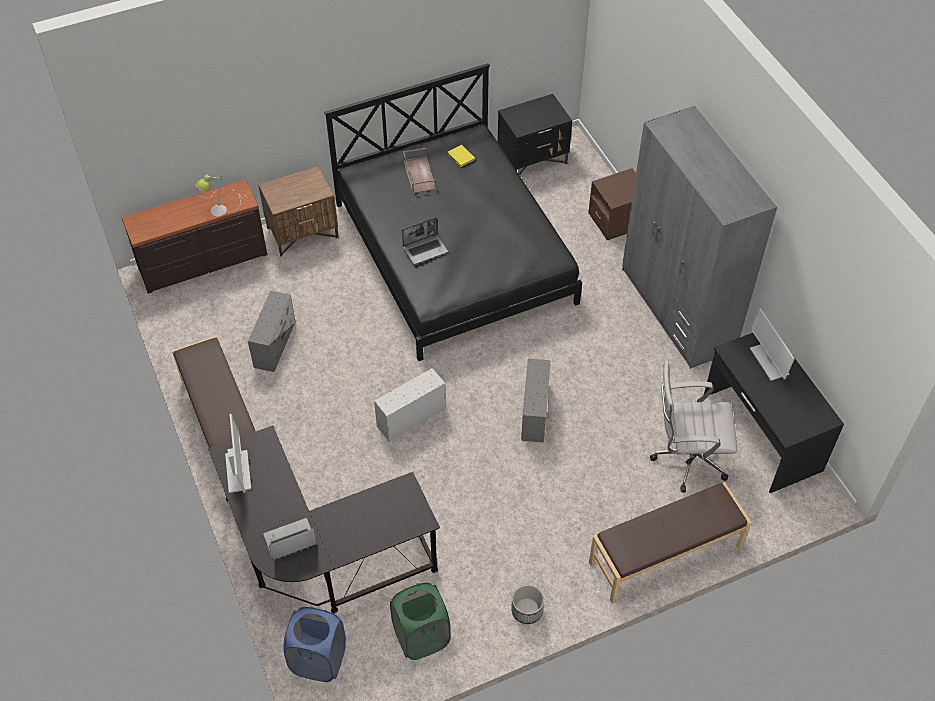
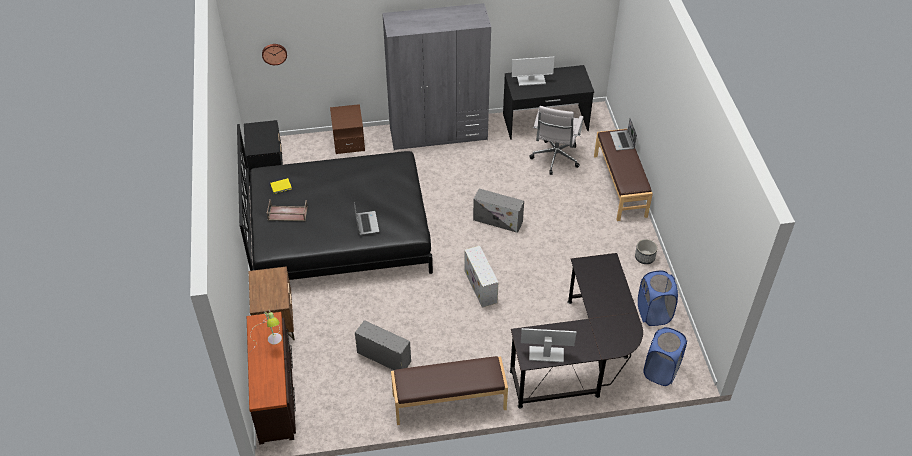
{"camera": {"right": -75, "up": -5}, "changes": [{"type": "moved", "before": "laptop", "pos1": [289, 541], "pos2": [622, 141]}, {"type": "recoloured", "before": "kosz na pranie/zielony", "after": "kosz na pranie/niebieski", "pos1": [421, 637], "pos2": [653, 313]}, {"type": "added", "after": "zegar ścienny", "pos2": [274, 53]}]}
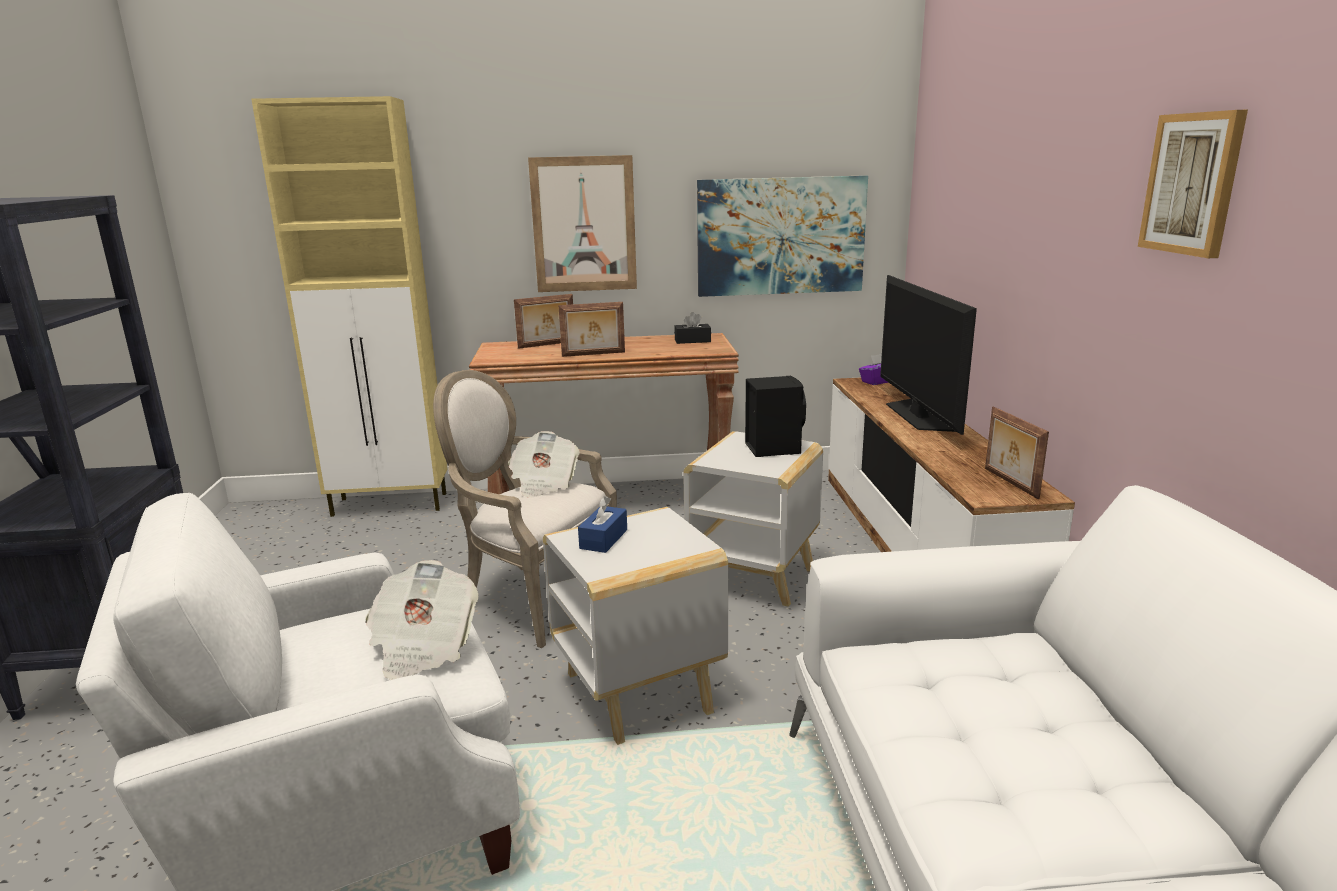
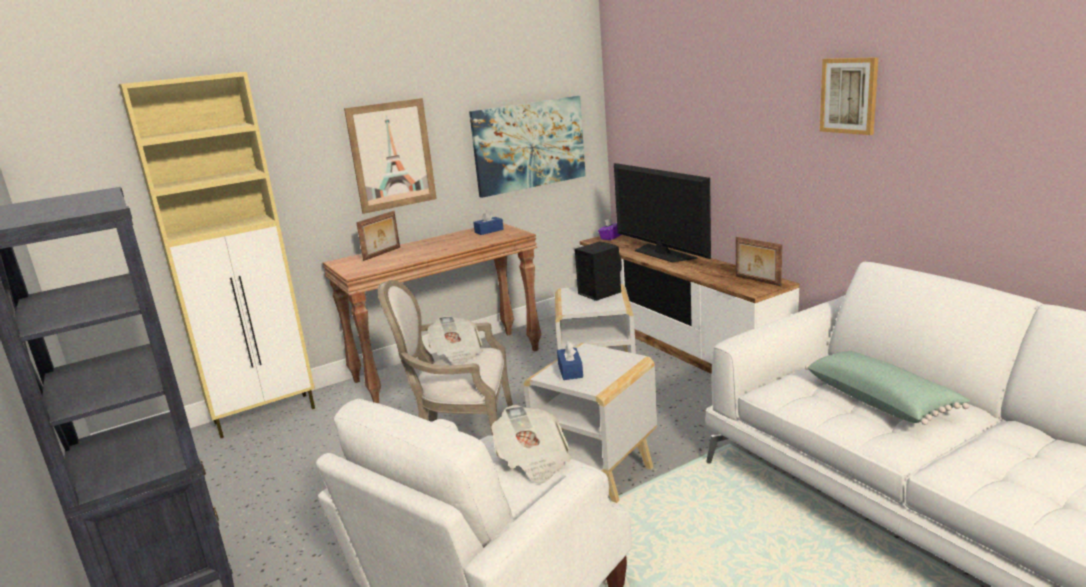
{"camera": {"right": -25, "up": 0}, "changes": [{"type": "removed", "before": "ramka na zdjęcie", "pos1": [593, 354]}, {"type": "recoloured", "before": "pudełko chusteczek/czarny", "after": "pudełko chusteczek/niebieski", "pos1": [692, 341], "pos2": [489, 231]}, {"type": "added", "after": "poduszka/zielony", "pos2": [881, 400]}]}
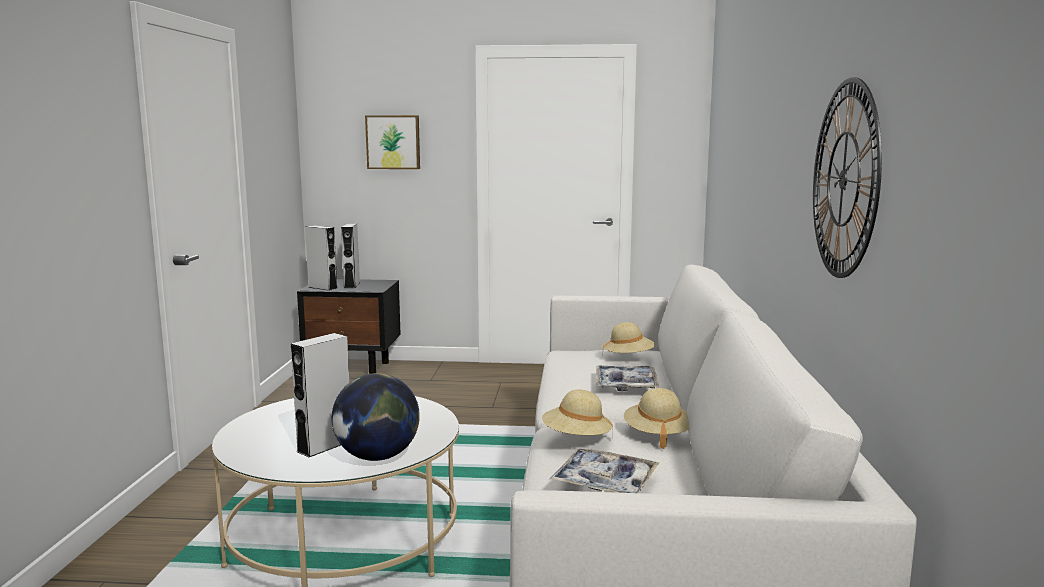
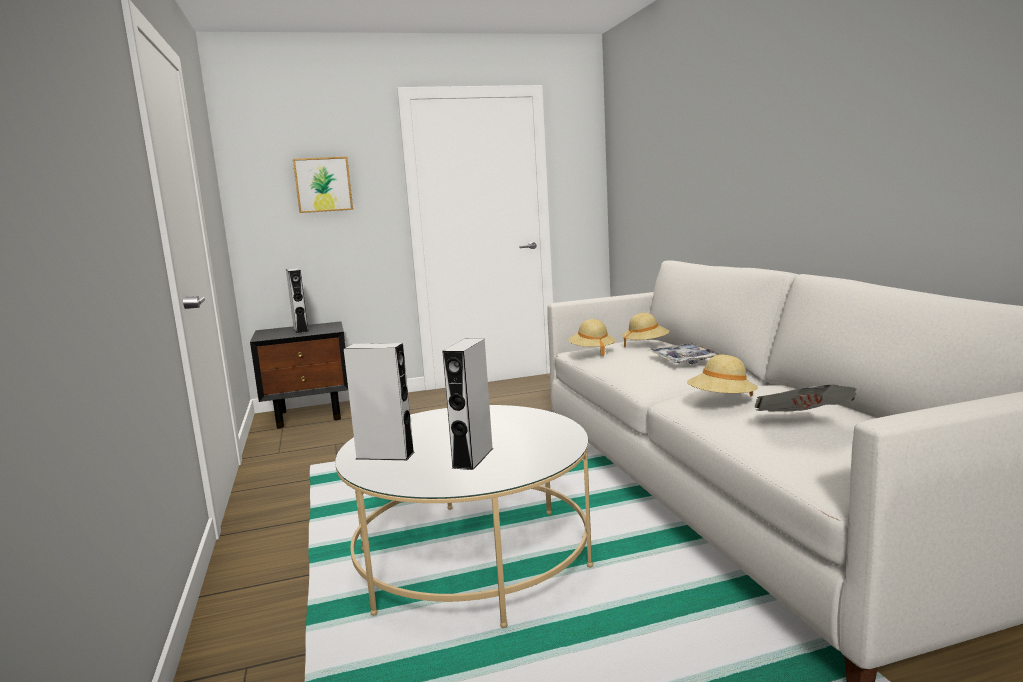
{"camera": {"right": -20, "up": 0}, "changes": [{"type": "moved", "before": "głośnik/szary", "pos1": [322, 288], "pos2": [385, 455]}, {"type": "removed", "before": "globus", "pos1": [377, 457]}, {"type": "replaced", "before": "taca", "after": "gazeta", "pos1": [605, 482], "pos2": [802, 425]}, {"type": "moved", "before": "kapelusz/beżowy", "pos1": [657, 435], "pos2": [591, 351]}, {"type": "removed", "before": "zegar ścienny", "pos1": [844, 179]}]}
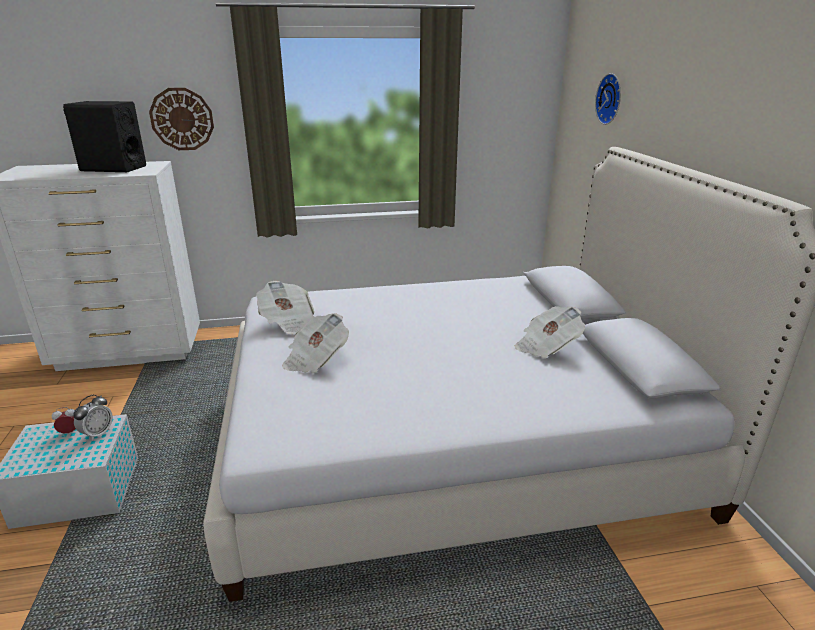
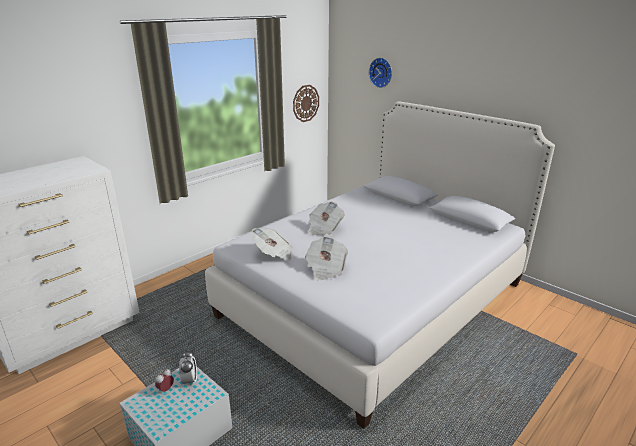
{"camera": {"right": -35, "up": 0}, "changes": [{"type": "removed", "before": "głośnik/czarny", "pos1": [113, 168]}, {"type": "moved", "before": "zegar ścienny", "pos1": [182, 119], "pos2": [305, 103]}, {"type": "moved", "before": "gazeta", "pos1": [546, 347], "pos2": [324, 228]}]}
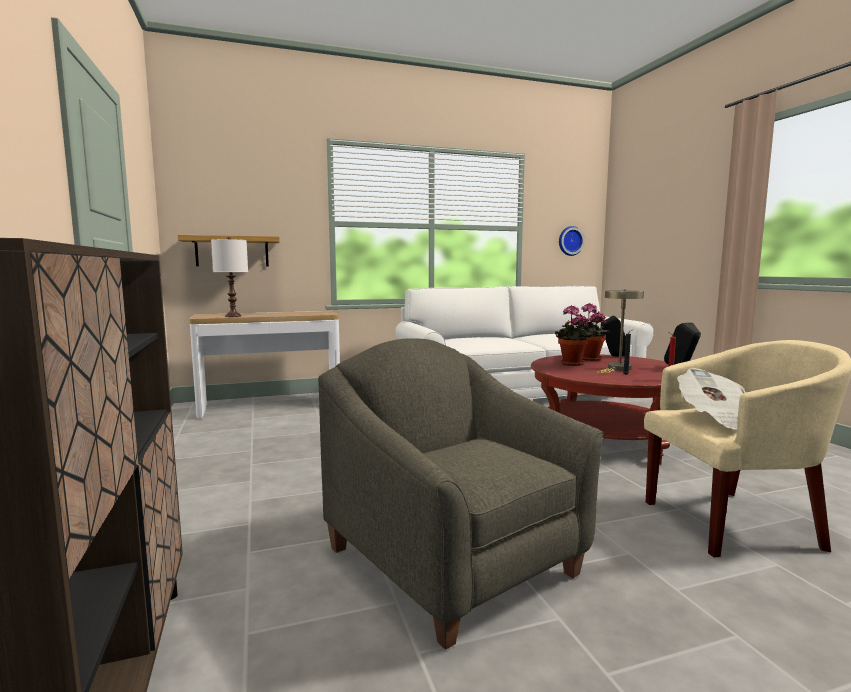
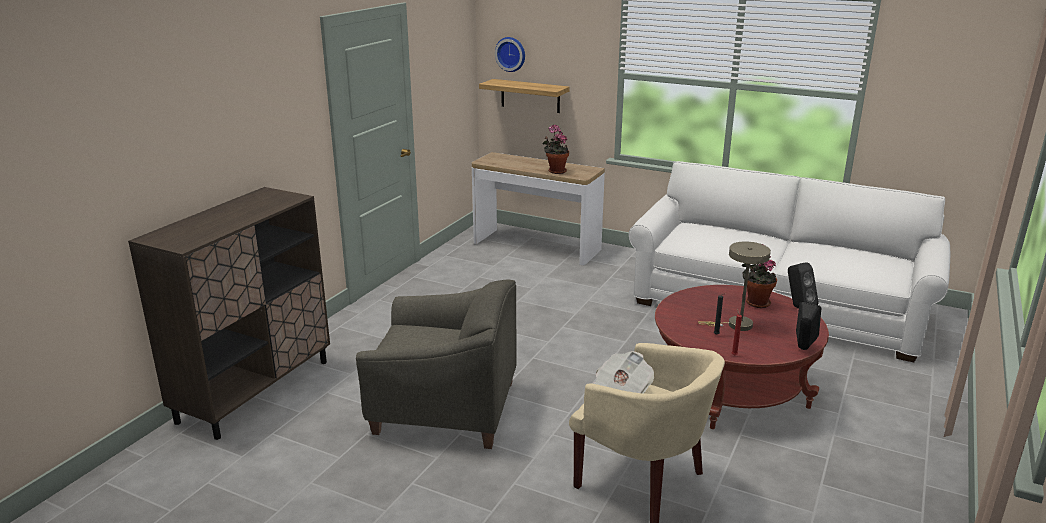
{"camera": {"right": 45, "up": 15}, "changes": [{"type": "removed", "before": "lampa stołowa/biały", "pos1": [233, 316]}, {"type": "turned", "before": "fotel/szary", "pos1": [454, 560], "pos2": [444, 409], "turn": 90}, {"type": "moved", "before": "roślina doniczkowa", "pos1": [570, 364], "pos2": [555, 171]}, {"type": "moved", "before": "zegar ścienny", "pos1": [570, 241], "pos2": [511, 54]}]}
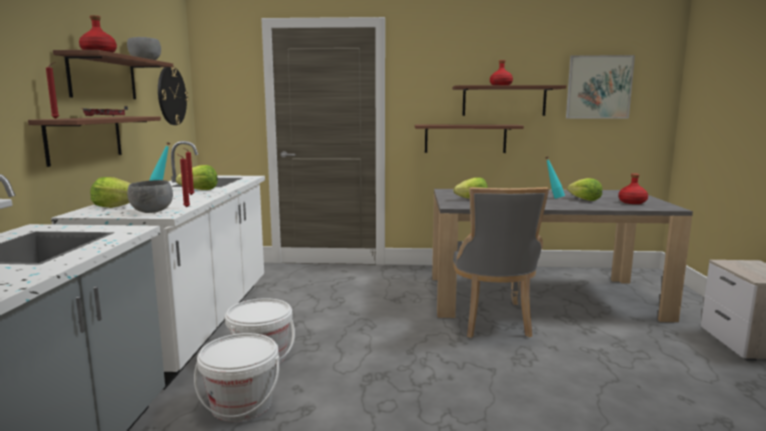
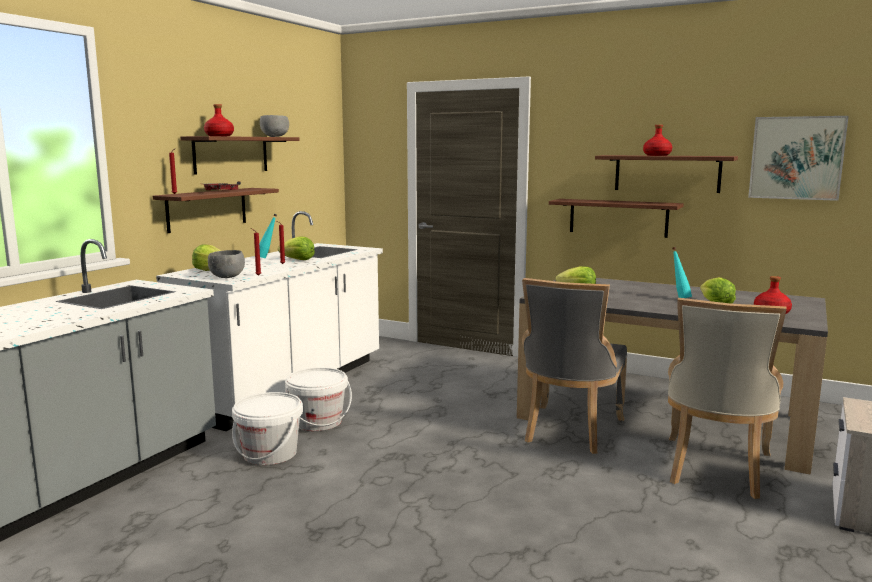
{"camera": {"right": 25, "up": 0}, "changes": [{"type": "removed", "before": "zegar ścienny", "pos1": [171, 95]}, {"type": "added", "after": "krzesło/beżowy", "pos2": [715, 469]}]}
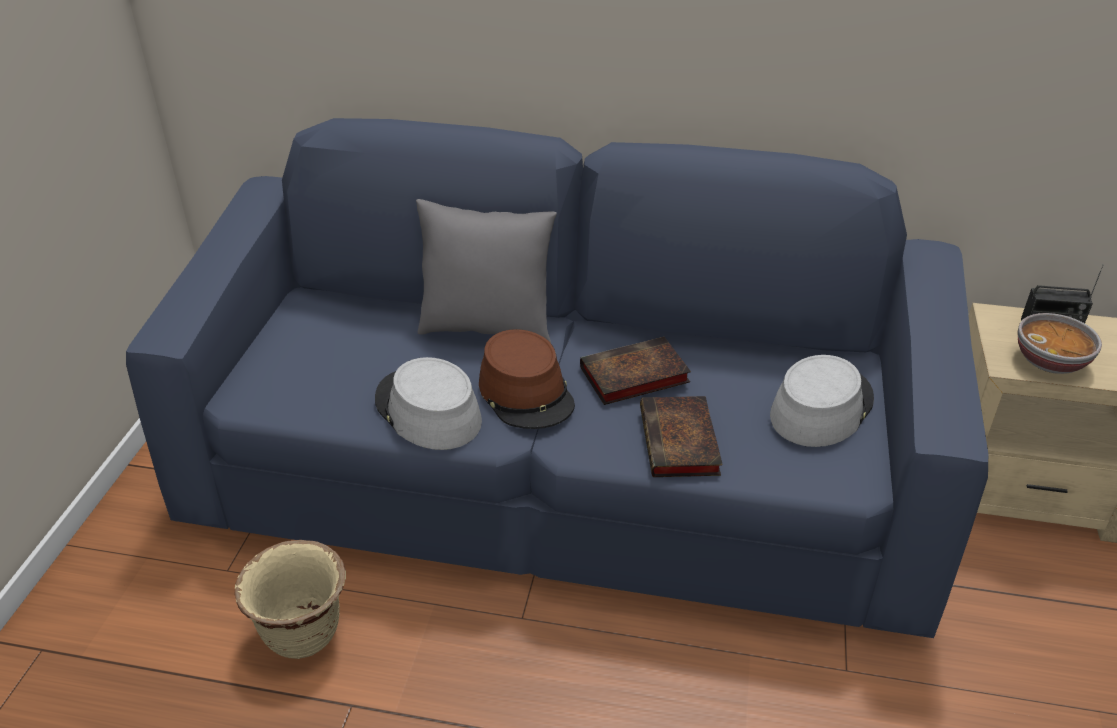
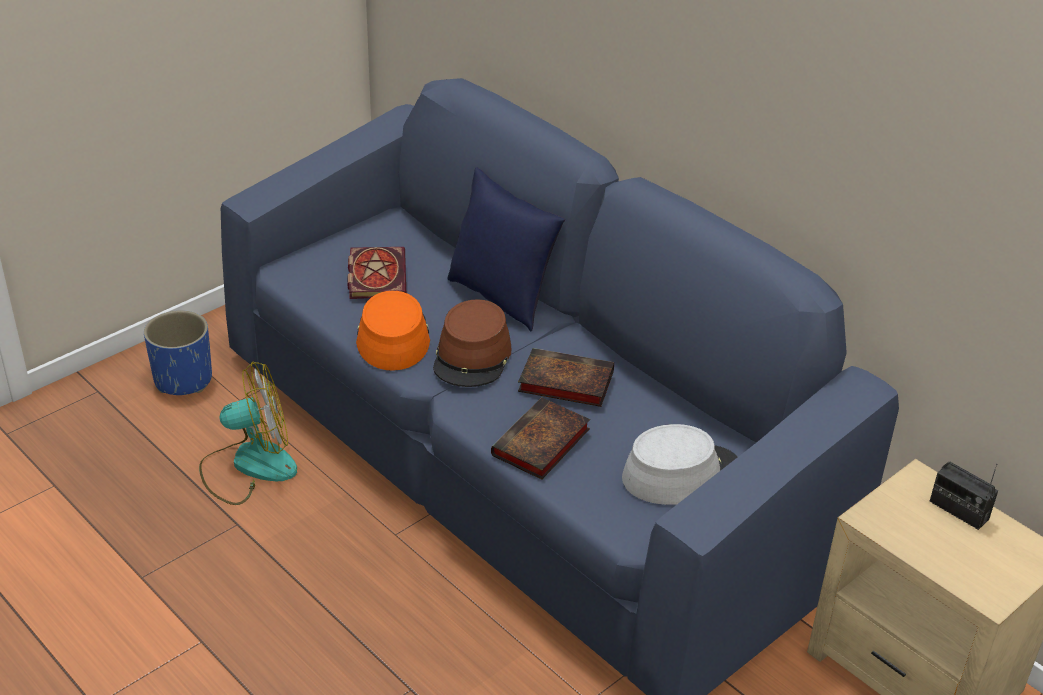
{"camera": {"right": 35, "up": 0}, "changes": [{"type": "replaced", "before": "donica/beżowy", "after": "wentylator", "pos1": [303, 634], "pos2": [249, 465]}, {"type": "recoloured", "before": "kapelusz/szary", "after": "kapelusz/pomarańczowy", "pos1": [427, 411], "pos2": [392, 336]}, {"type": "recoloured", "before": "poduszka/szary", "after": "poduszka/niebieski", "pos1": [487, 327], "pos2": [501, 297]}, {"type": "removed", "before": "miska", "pos1": [1050, 361]}, {"type": "added", "after": "donica/niebieski", "pos2": [183, 380]}, {"type": "added", "after": "książka", "pos2": [375, 275]}]}
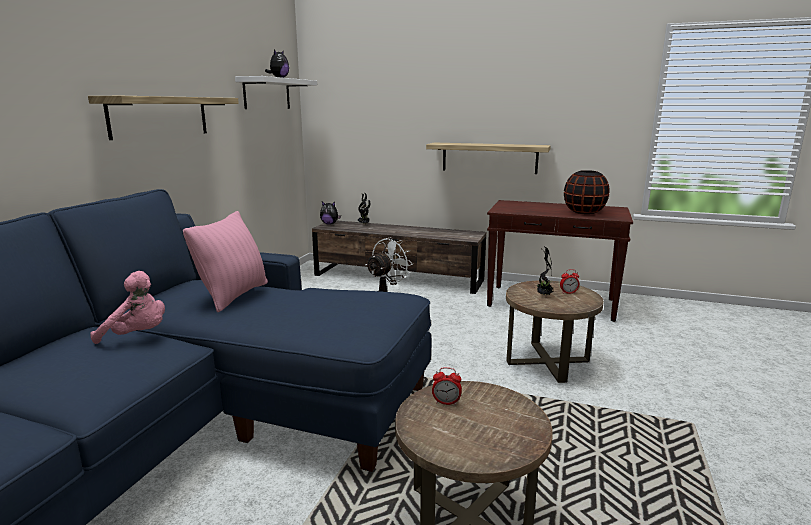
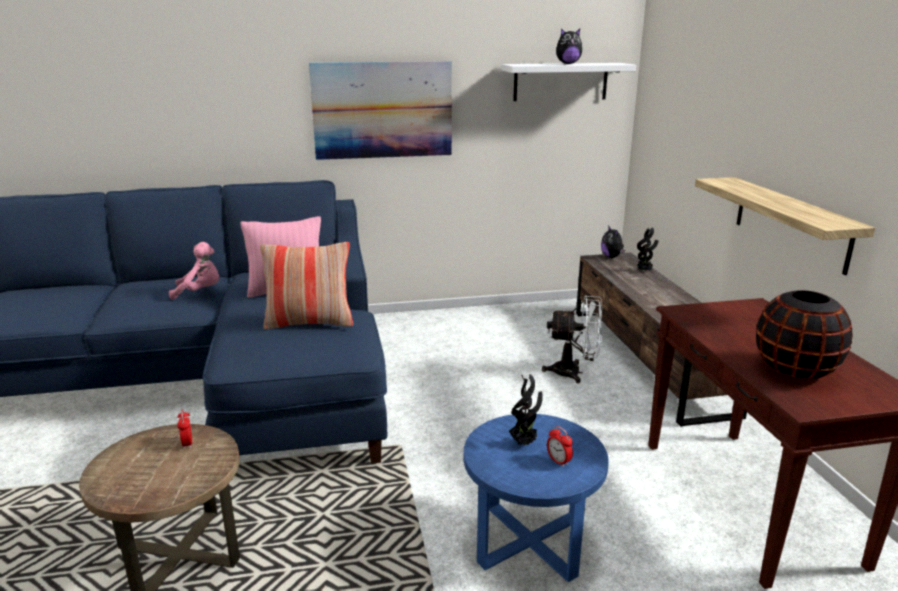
{"camera": {"right": 60, "up": 5}, "changes": [{"type": "replaced", "before": "półka", "after": "obraz", "pos1": [160, 116], "pos2": [382, 110]}, {"type": "turned", "before": "pluszak/różowy", "pos1": [138, 336], "pos2": [200, 292], "turn": -75}, {"type": "recoloured", "before": "stolik/brązowy", "after": "stolik/niebieski", "pos1": [547, 361], "pos2": [530, 540]}, {"type": "added", "after": "poduszka", "pos2": [309, 323]}]}
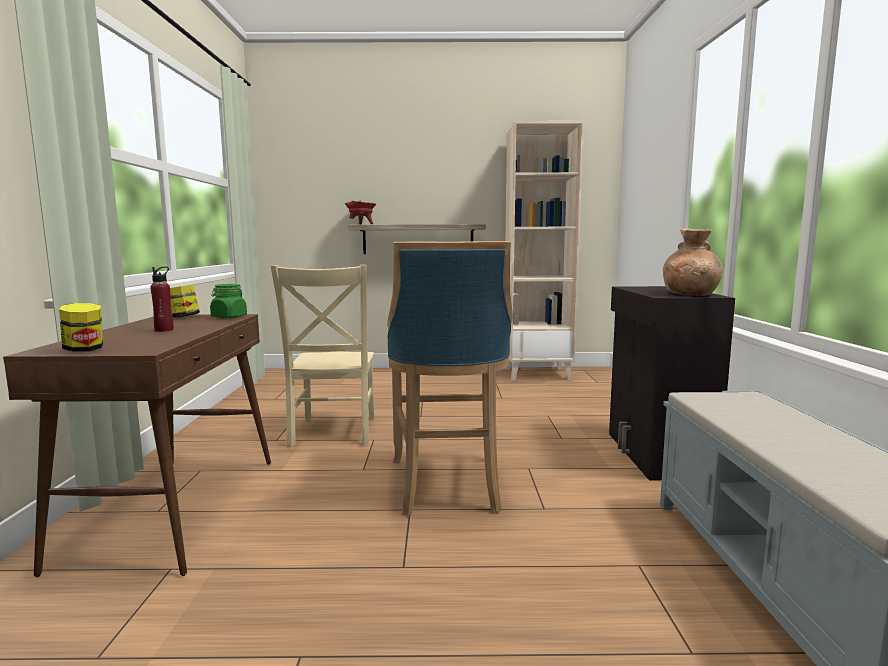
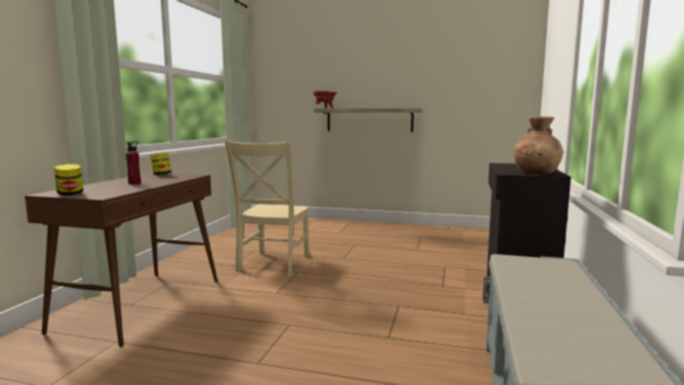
{"camera": {"right": 15, "up": 0}, "changes": [{"type": "removed", "before": "słoik/zielony", "pos1": [229, 317]}, {"type": "removed", "before": "stołek/niebieski", "pos1": [448, 486]}, {"type": "removed", "before": "regał/beżowy", "pos1": [537, 374]}]}
